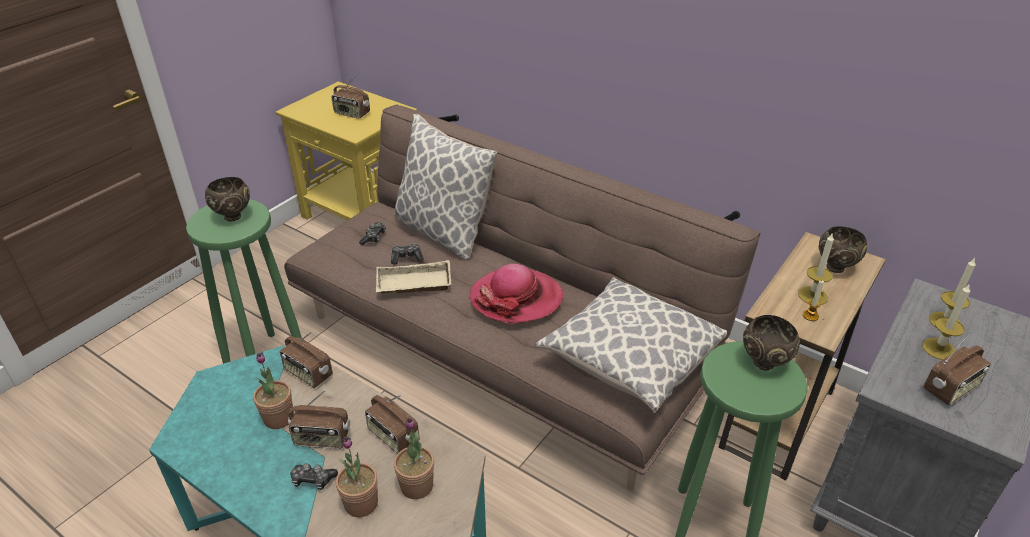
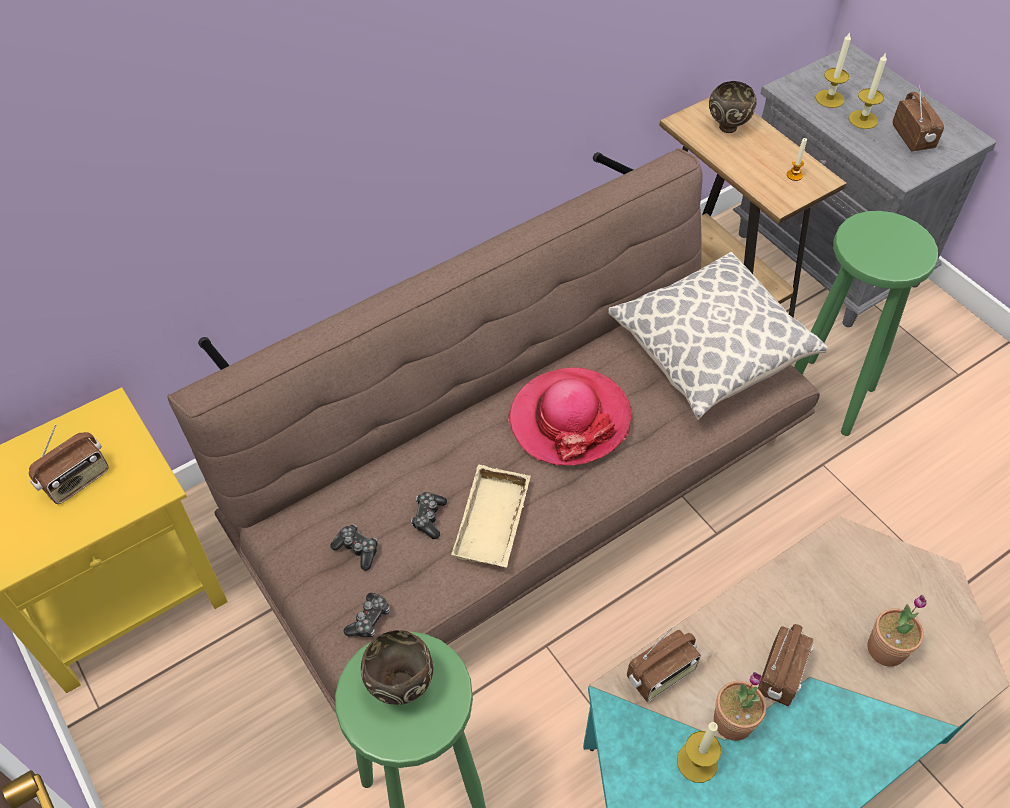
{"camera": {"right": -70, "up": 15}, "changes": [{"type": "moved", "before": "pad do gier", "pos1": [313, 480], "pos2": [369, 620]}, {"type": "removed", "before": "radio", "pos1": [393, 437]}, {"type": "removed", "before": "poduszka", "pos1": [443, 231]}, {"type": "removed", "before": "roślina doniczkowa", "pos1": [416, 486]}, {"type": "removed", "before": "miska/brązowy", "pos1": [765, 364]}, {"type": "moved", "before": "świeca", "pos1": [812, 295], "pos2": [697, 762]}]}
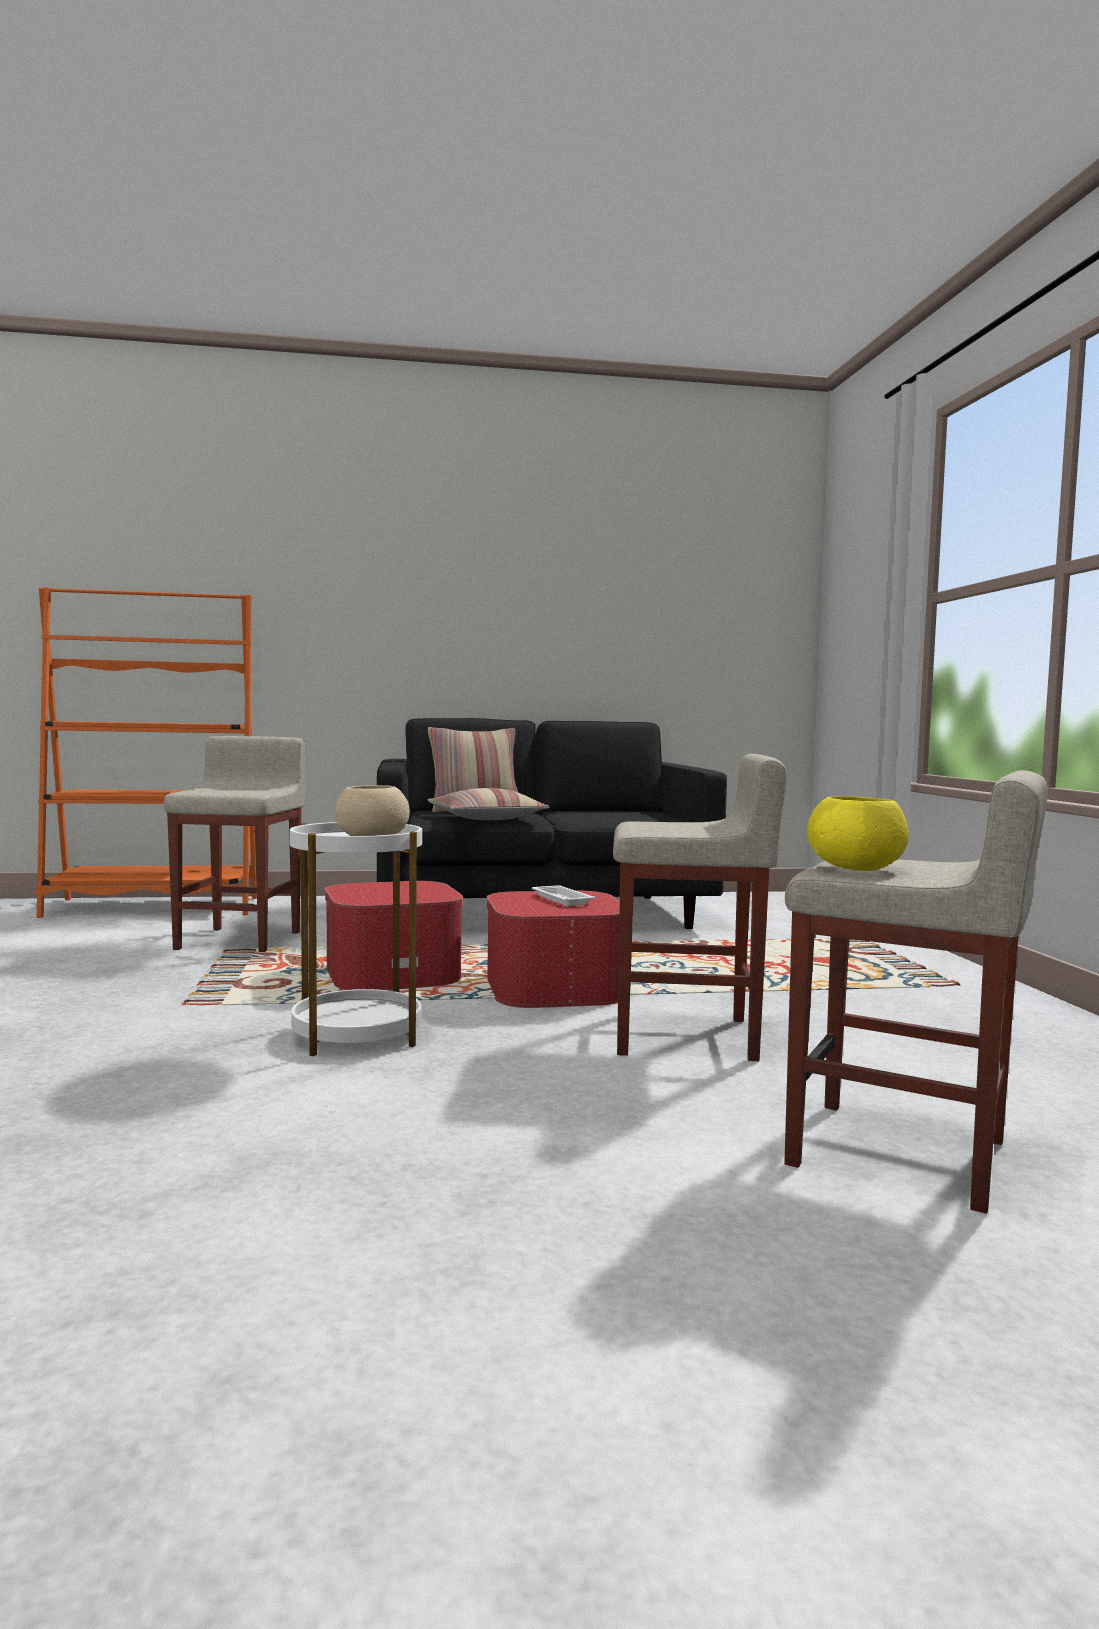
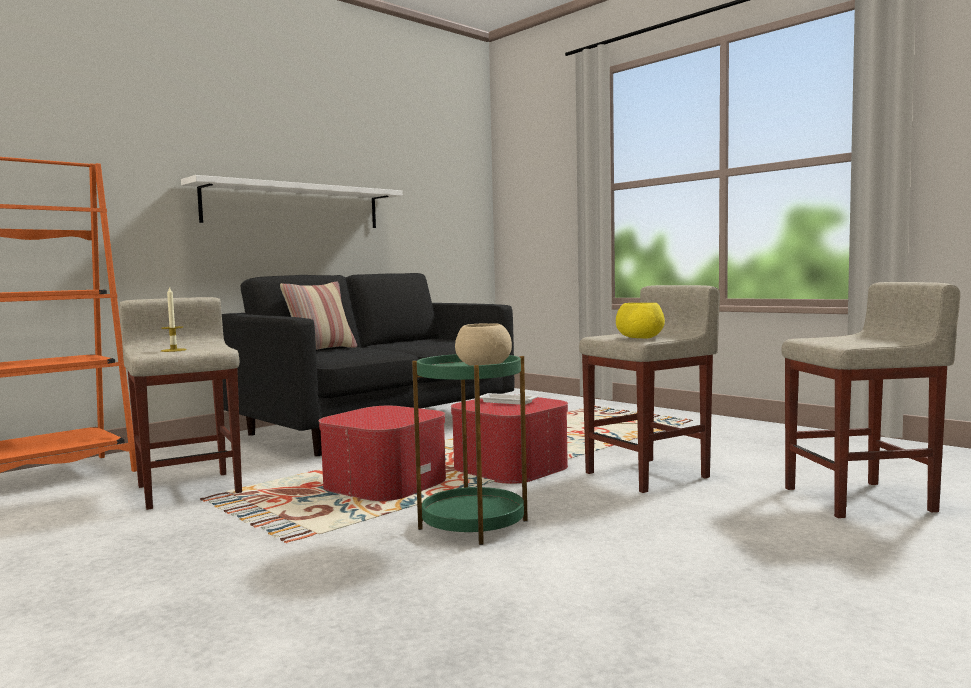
{"camera": {"right": -35, "up": 0}, "changes": [{"type": "recoloured", "before": "stolik/biały", "after": "stolik/zielony", "pos1": [356, 1035], "pos2": [473, 524]}, {"type": "removed", "before": "poduszka", "pos1": [486, 818]}, {"type": "moved", "before": "miska/żółty", "pos1": [857, 868], "pos2": [640, 338]}, {"type": "added", "after": "świeca", "pos2": [173, 350]}, {"type": "added", "after": "półka/biały", "pos2": [294, 206]}]}
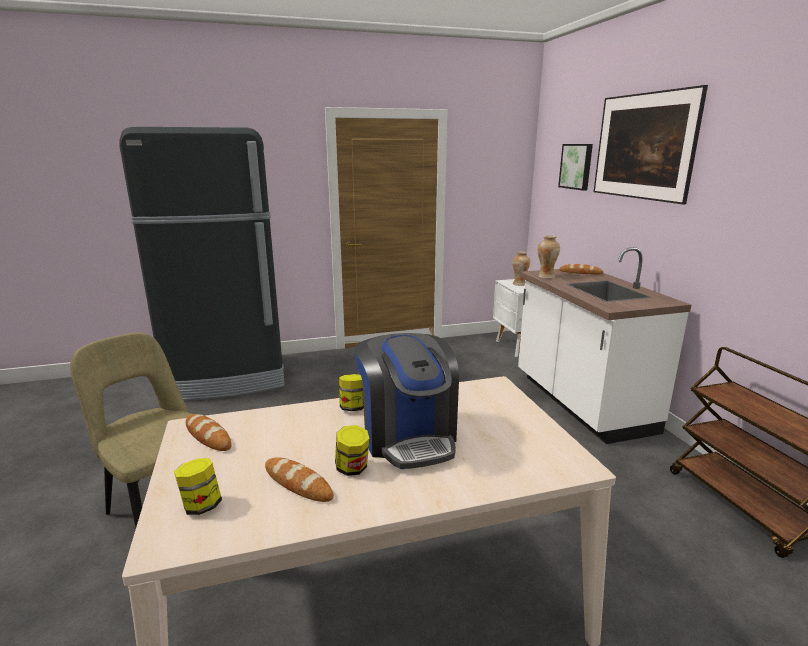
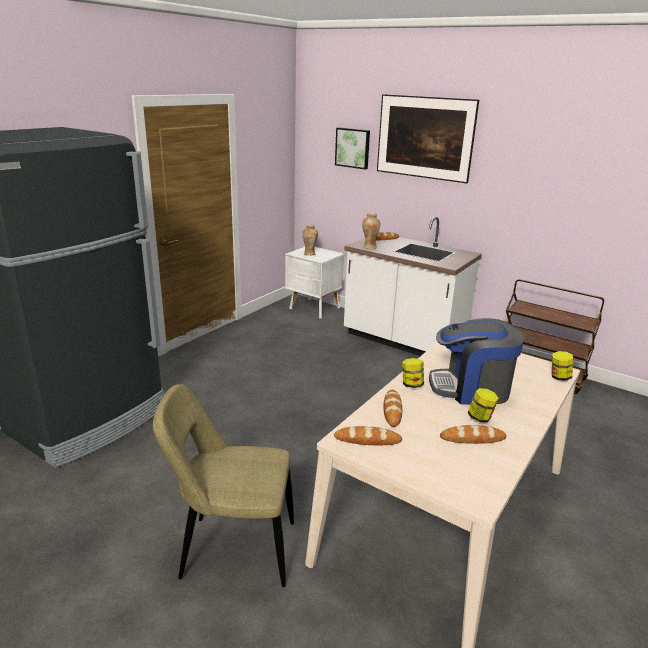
{"camera": {"right": -40, "up": 5}, "changes": [{"type": "moved", "before": "słoik", "pos1": [201, 506], "pos2": [559, 377]}, {"type": "turned", "before": "ekspres do kawy", "pos1": [408, 436], "pos2": [471, 388], "turn": 150}, {"type": "added", "after": "chleb", "pos2": [392, 410]}]}
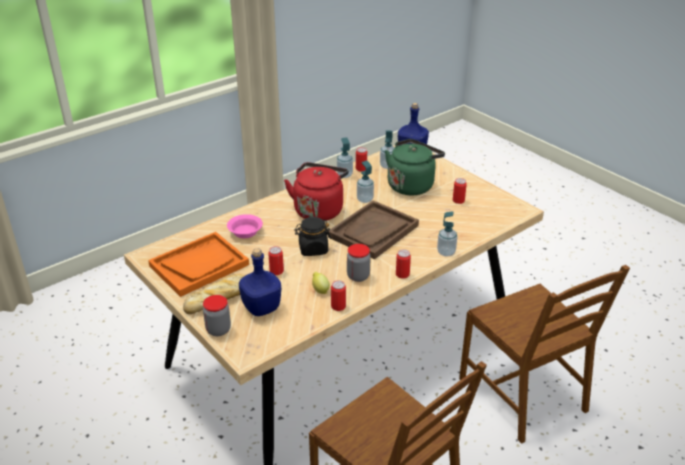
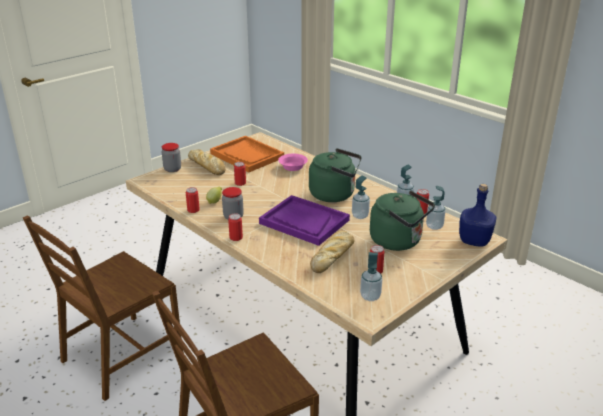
{"camera": {"right": 85, "up": -5}, "changes": [{"type": "removed", "before": "butelka/niebieski", "pos1": [261, 307]}, {"type": "recoloured", "before": "czajnik/czerwony", "after": "czajnik/zielony", "pos1": [319, 210], "pos2": [335, 194]}, {"type": "removed", "before": "słoik/czarny", "pos1": [313, 249]}, {"type": "recoloured", "before": "taca/brązowy", "after": "taca/fioletowy", "pos1": [373, 231], "pos2": [304, 222]}, {"type": "moved", "before": "dozownik mydła", "pos1": [446, 252], "pos2": [370, 296]}, {"type": "added", "after": "chleb", "pos2": [333, 255]}]}
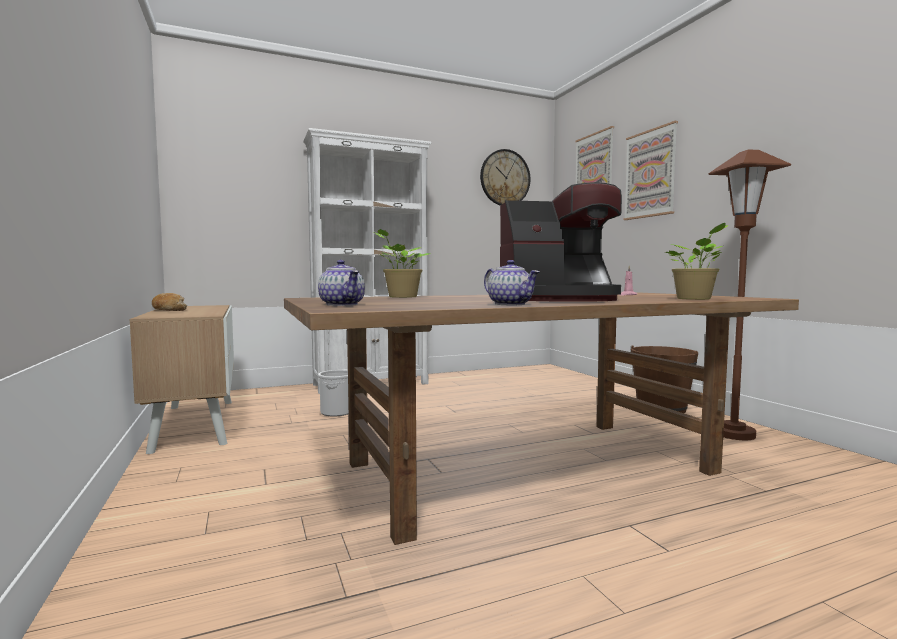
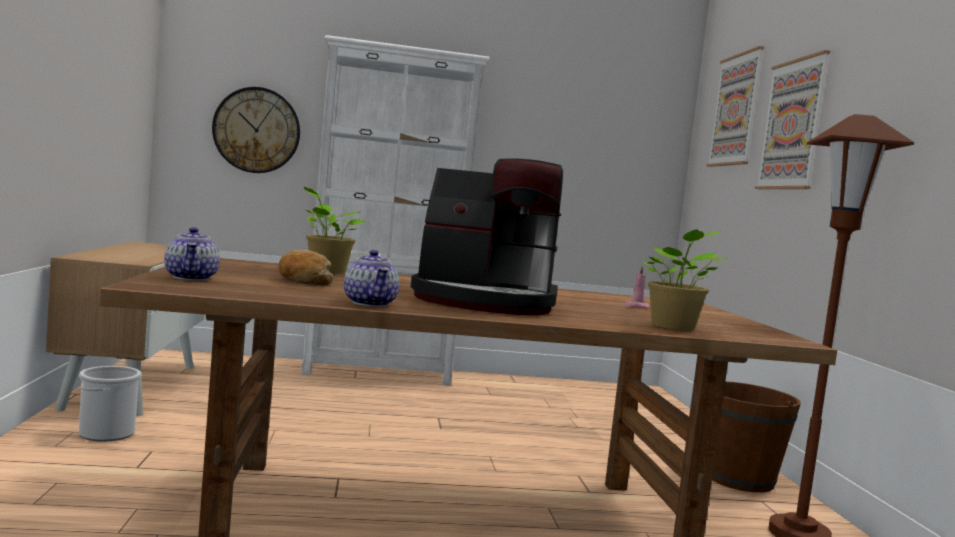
{"camera": {"right": 15, "up": 0}, "changes": [{"type": "moved", "before": "chleb", "pos1": [168, 310], "pos2": [303, 281]}, {"type": "moved", "before": "wiadro", "pos1": [336, 412], "pos2": [107, 433]}, {"type": "moved", "before": "zegar ścienny", "pos1": [505, 178], "pos2": [257, 130]}]}
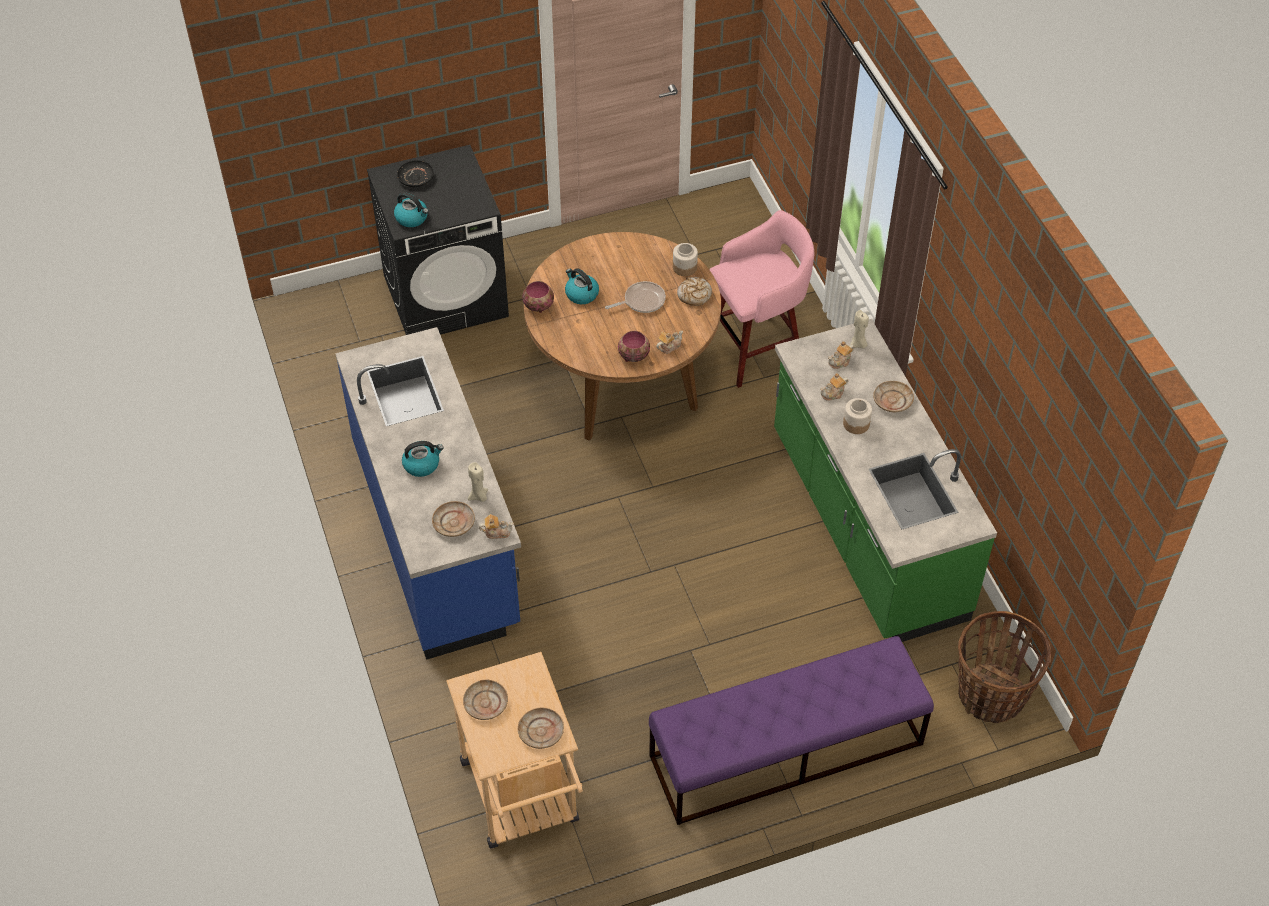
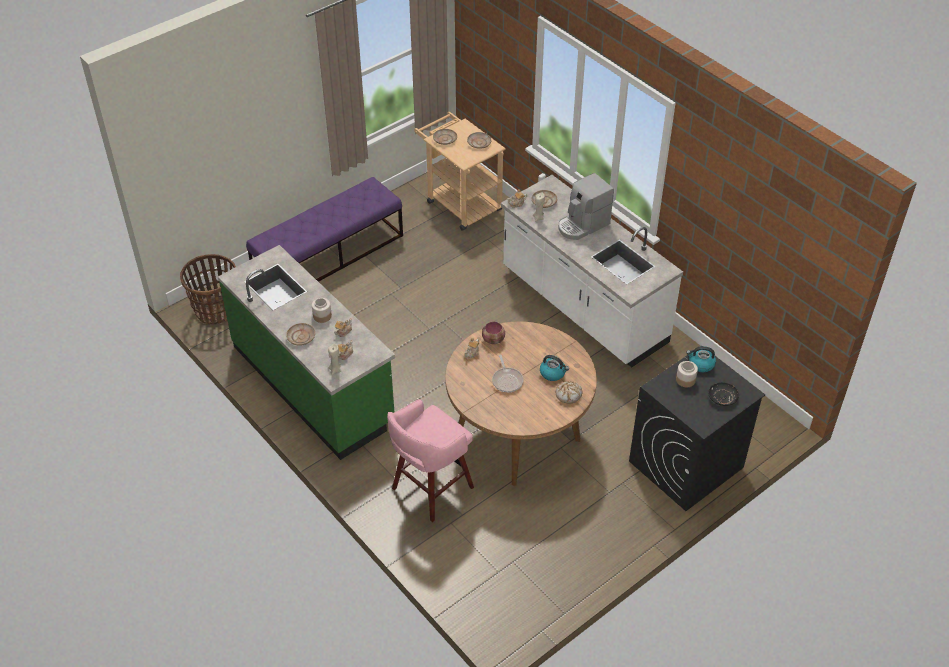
{"camera": {"right": 160, "up": -5}, "changes": [{"type": "recoloured", "before": "zabudowa kuchenna/niebieski", "after": "zabudowa kuchenna/biały", "pos1": [437, 535], "pos2": [583, 307]}, {"type": "replaced", "before": "czajnik", "after": "ekspres do kawy", "pos1": [422, 464], "pos2": [582, 225]}, {"type": "removed", "before": "miska", "pos1": [539, 305]}, {"type": "turned", "before": "patelnia", "pos1": [642, 301], "pos2": [507, 380], "turn": -60}, {"type": "moved", "before": "słoik", "pos1": [685, 267], "pos2": [685, 380]}, {"type": "moved", "before": "chleb", "pos1": [694, 295], "pos2": [568, 394]}]}
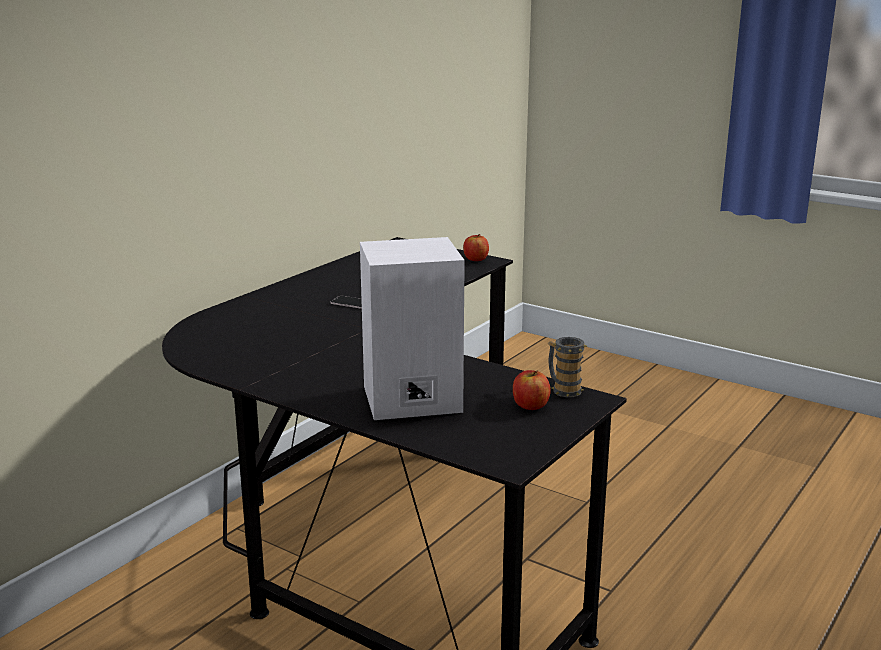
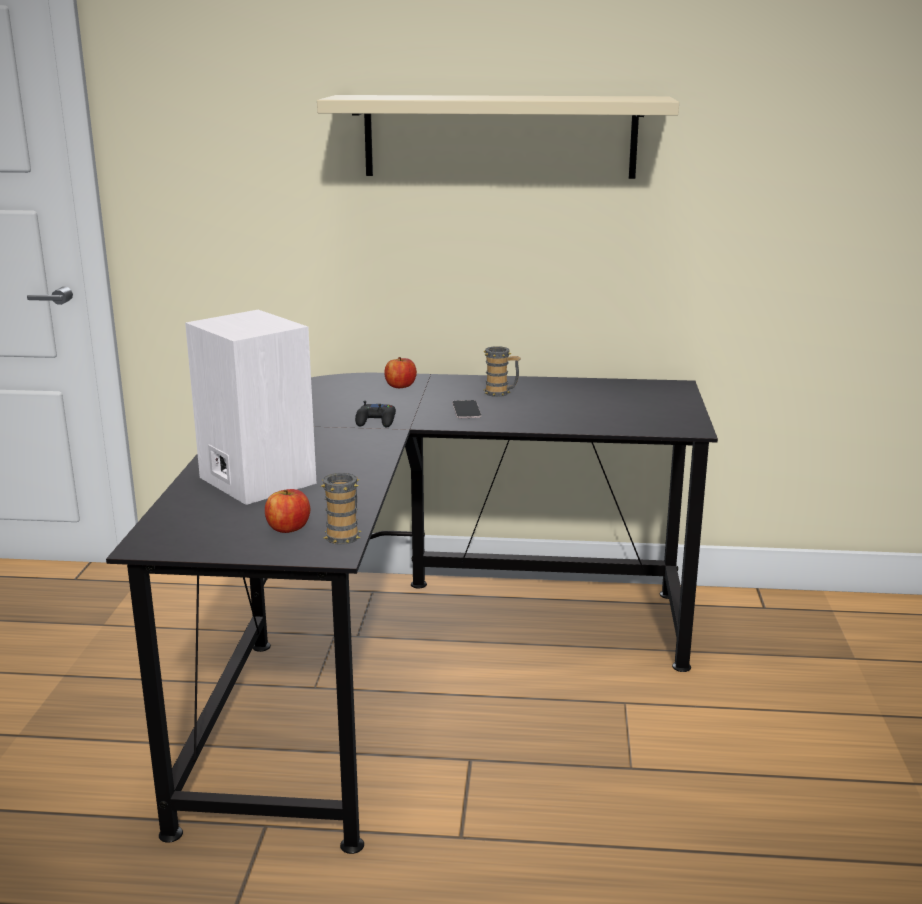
{"camera": {"right": 60, "up": 0}, "changes": [{"type": "moved", "before": "jabłko", "pos1": [476, 259], "pos2": [400, 386]}, {"type": "added", "after": "półka/beżowy", "pos2": [500, 136]}, {"type": "added", "after": "pad do gier/czarny", "pos2": [376, 421]}, {"type": "added", "after": "kubek", "pos2": [501, 393]}]}
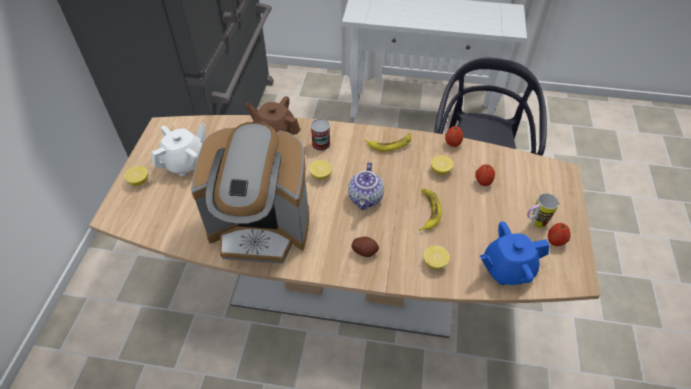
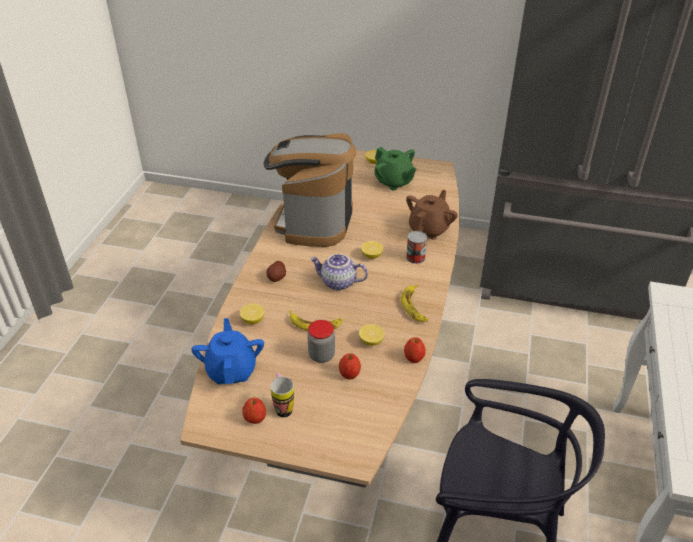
{"camera": {"right": 95, "up": -10}, "changes": [{"type": "recoloured", "before": "imbryk/biały", "after": "imbryk/zielony", "pos1": [186, 162], "pos2": [394, 182]}, {"type": "added", "after": "słoik", "pos2": [321, 355]}]}
